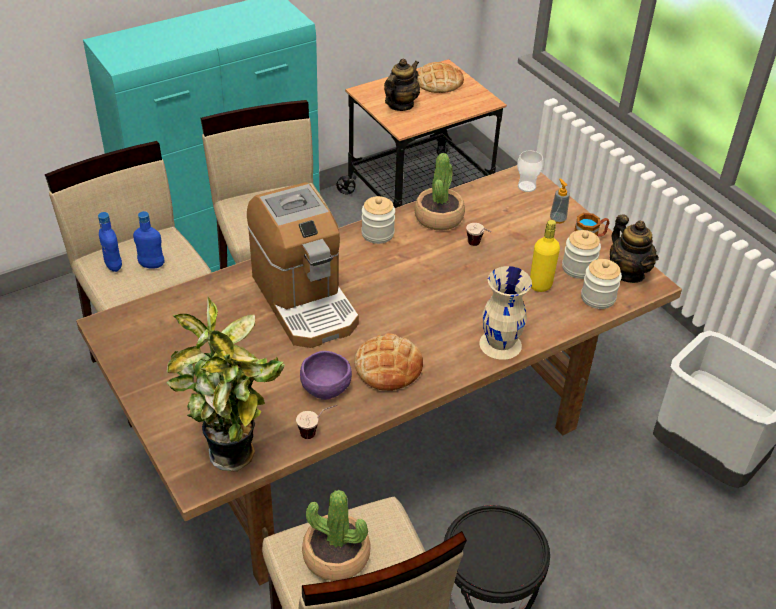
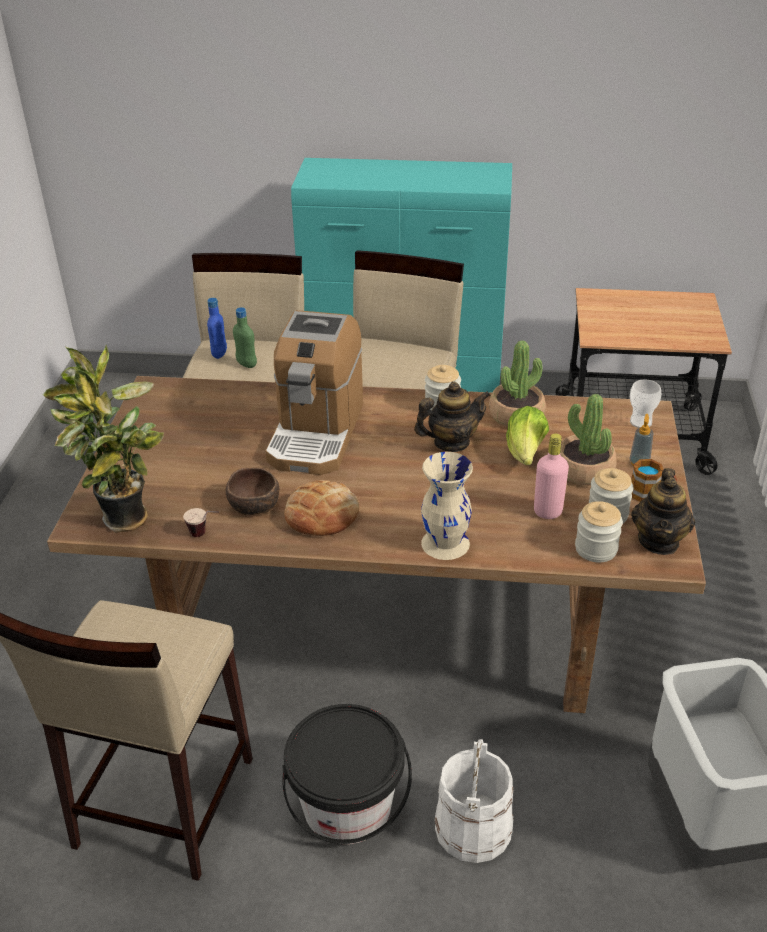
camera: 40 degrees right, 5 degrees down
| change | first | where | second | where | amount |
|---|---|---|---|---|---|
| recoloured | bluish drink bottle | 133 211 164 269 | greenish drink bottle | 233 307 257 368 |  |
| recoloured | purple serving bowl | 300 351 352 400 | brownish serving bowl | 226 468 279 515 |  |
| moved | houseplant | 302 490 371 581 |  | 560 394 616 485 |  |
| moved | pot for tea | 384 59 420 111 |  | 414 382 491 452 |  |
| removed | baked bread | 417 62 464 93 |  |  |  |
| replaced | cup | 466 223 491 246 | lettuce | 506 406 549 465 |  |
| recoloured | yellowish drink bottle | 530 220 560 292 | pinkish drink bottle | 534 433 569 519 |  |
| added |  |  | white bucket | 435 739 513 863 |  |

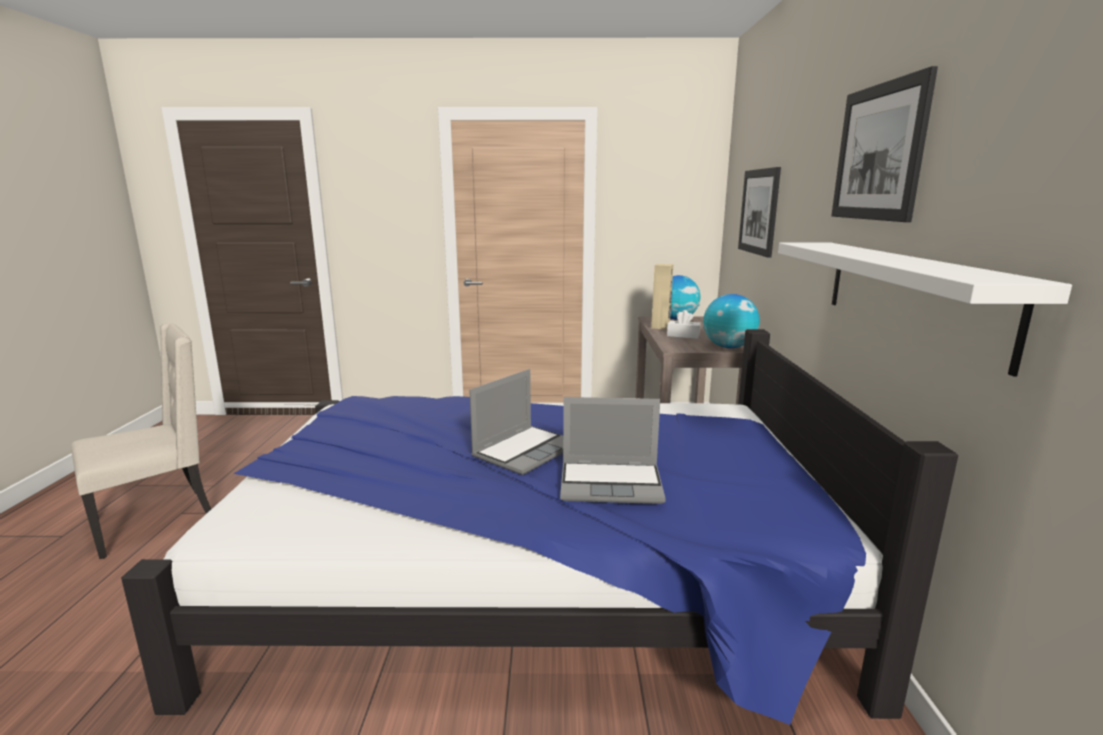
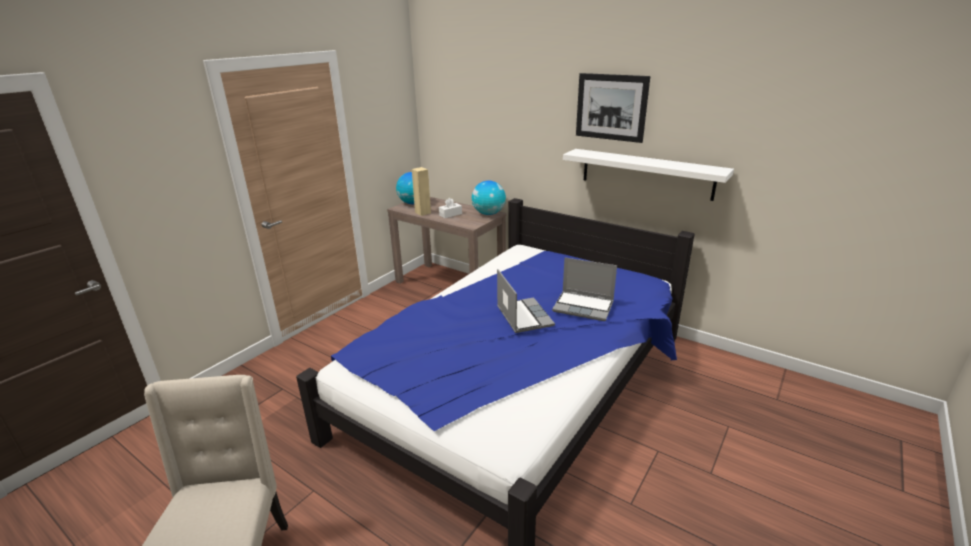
camera: 55 degrees left, 10 degrees up
| change | first | where | second | where | amount |
|---|---|---|---|---|---|
| turned | laptop | 560 397 666 504 |  | 552 258 617 321 | 75 degrees clockwise |
| removed | wall picture | 738 167 781 258 |  |  |  |

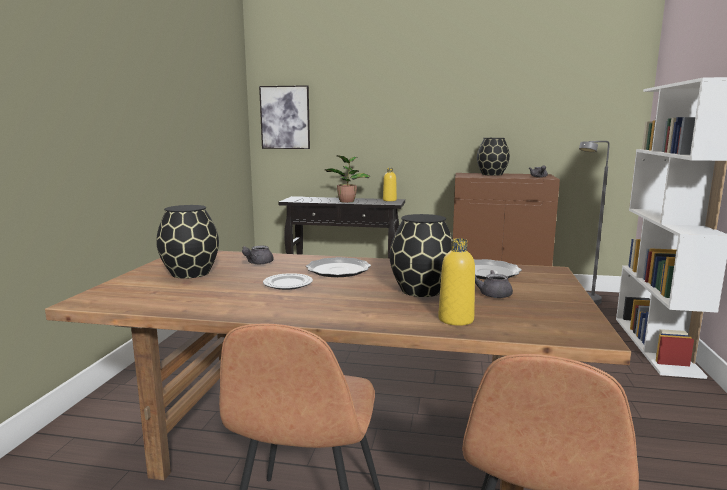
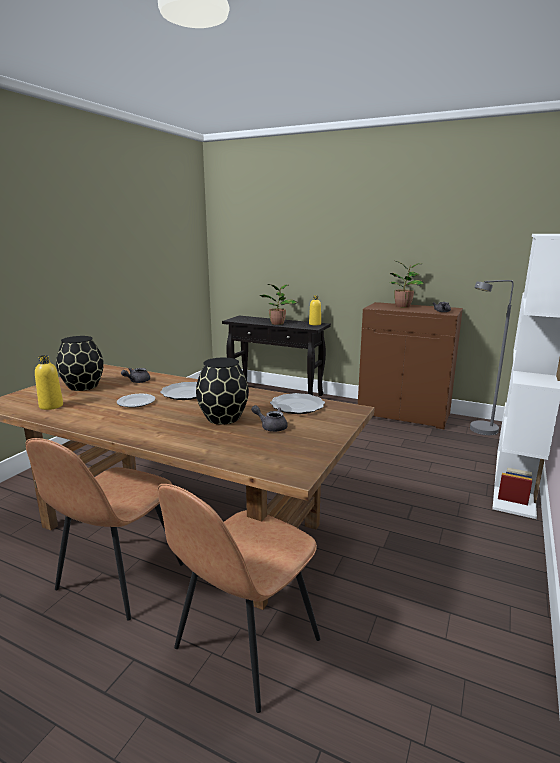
camera: 15 degrees right, 5 degrees up
| change | first | where | second | where | amount |
|---|---|---|---|---|---|
| removed | wall picture | 259 85 310 149 |  |  |  |
| moved | yellowish drink bottle | 438 238 475 326 |  | 35 355 63 410 |  |
| replaced | black flower vase | 477 138 510 176 | houseplant | 389 261 424 308 |  |

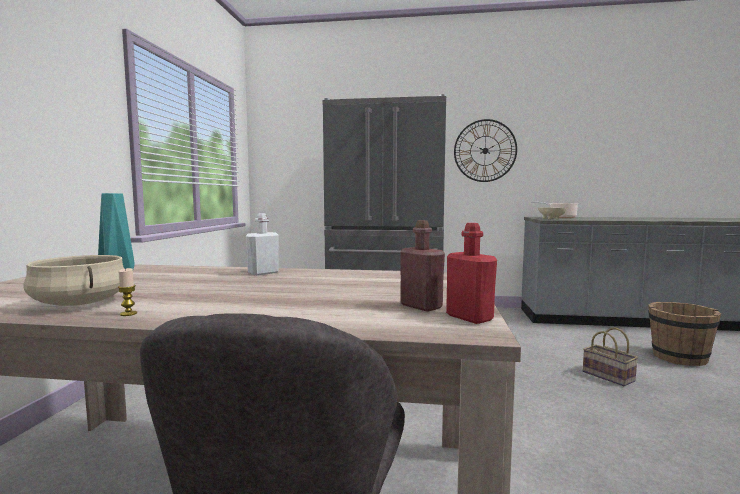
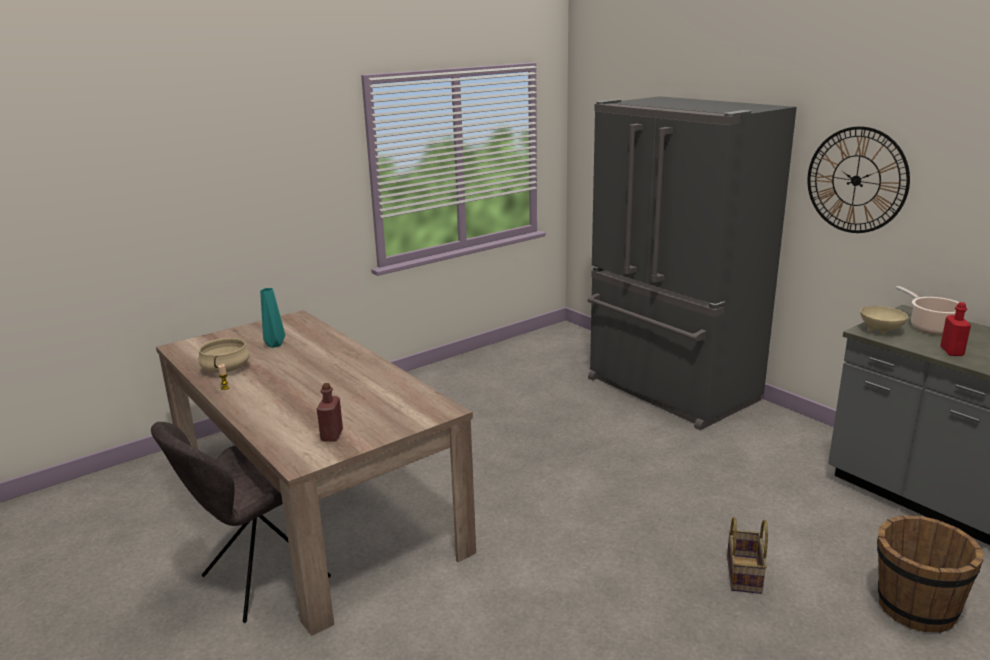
camera: 45 degrees right, 15 degrees up
| change | first | where | second | where | amount |
|---|---|---|---|---|---|
| removed | white drink bottle | 246 213 279 276 |  |  |  |
| moved | red-coloured drink bottle | 446 223 497 324 |  | 940 302 971 356 |  |

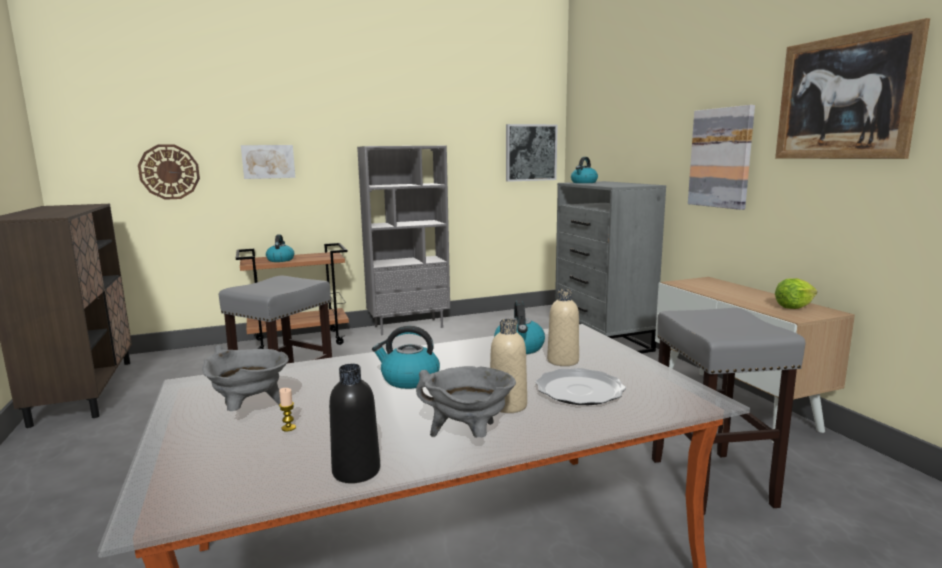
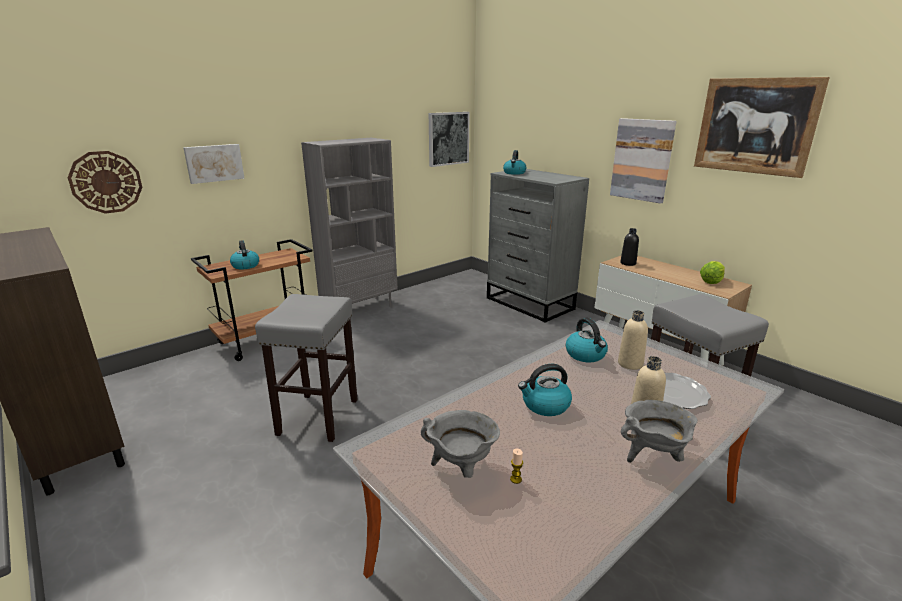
camera: 20 degrees left, 10 degrees up
| change | first | where | second | where | amount |
|---|---|---|---|---|---|
| moved | black drink bottle | 329 364 380 483 |  | 620 228 639 266 |  |

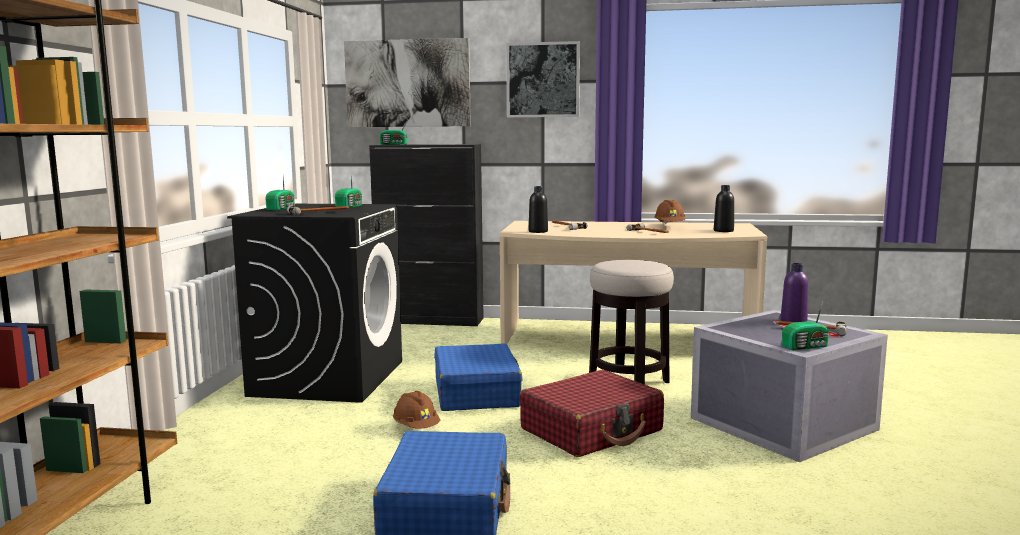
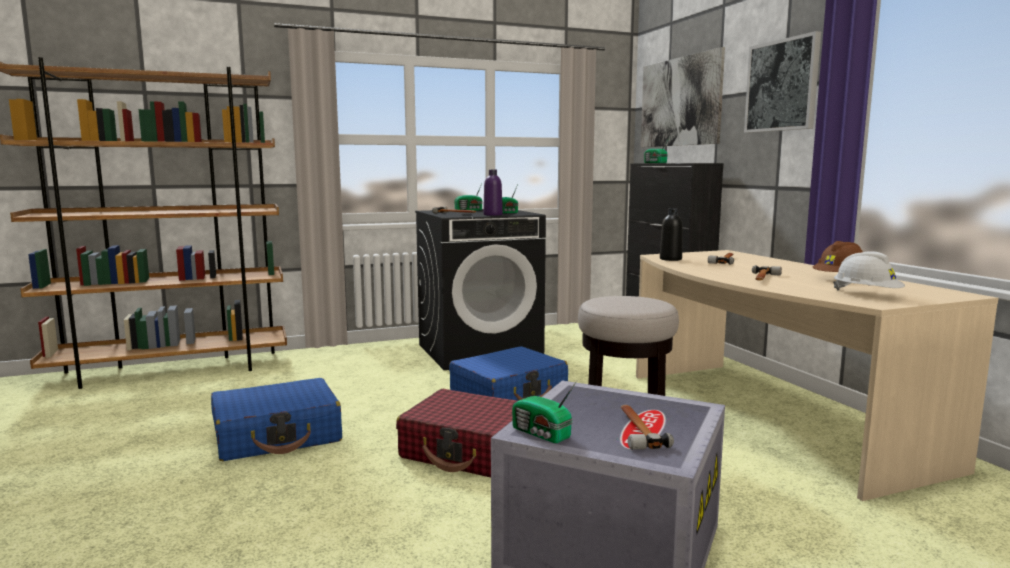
camera: 60 degrees right, 0 degrees up
| change | first | where | second | where | amount |
|---|---|---|---|---|---|
| removed | brownish hard hat | 393 391 440 429 |  |  |  |
| replaced | black drink bottle | 714 185 734 232 | white hard hat | 833 251 905 290 |  |
| moved | purple drink bottle | 781 263 808 322 |  | 483 170 503 216 |  |

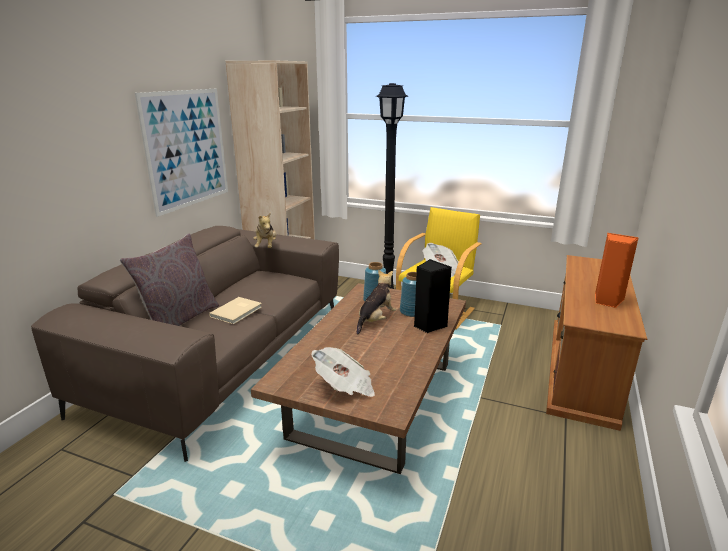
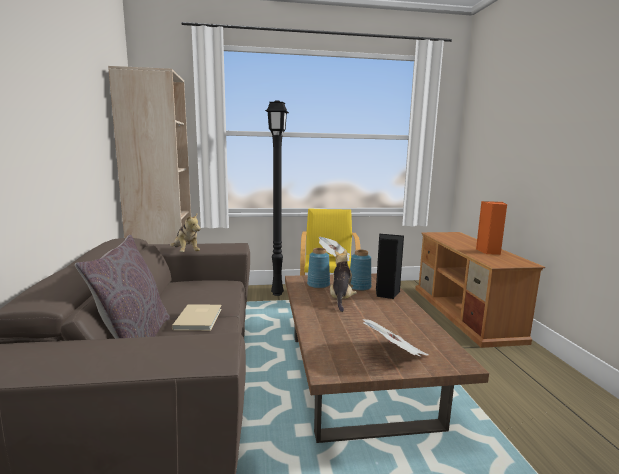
camera: 30 degrees left, 10 degrees down
| change | first | where | second | where | amount |
|---|---|---|---|---|---|
| removed | wall picture | 135 89 228 217 |  |  |  |

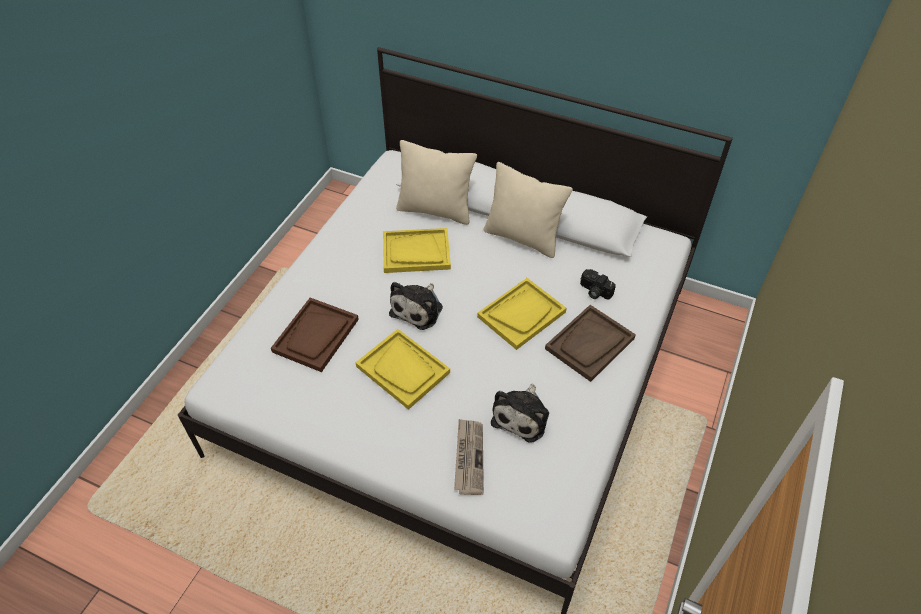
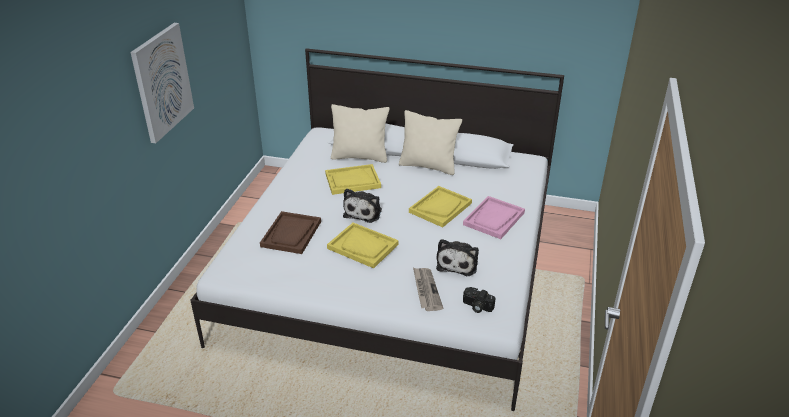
camera: 10 degrees left, 15 degrees down
| change | first | where | second | where | amount |
|---|---|---|---|---|---|
| recoloured | brownish tray | 545 305 636 382 | pinkish tray | 463 196 525 239 |  |
| moved | photo camera | 580 269 616 300 |  | 463 287 496 313 |  |
| added |  |  | wall picture | 130 23 194 143 |  |

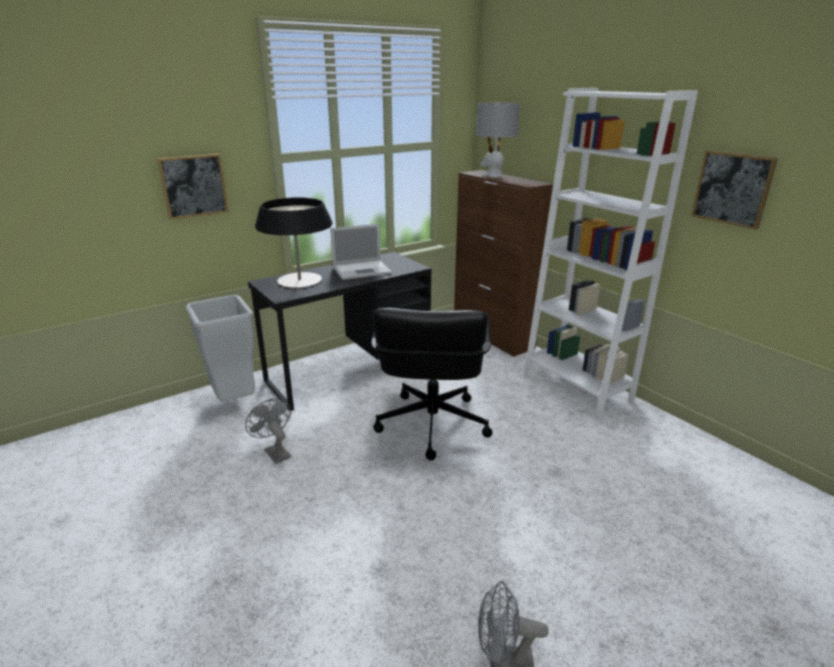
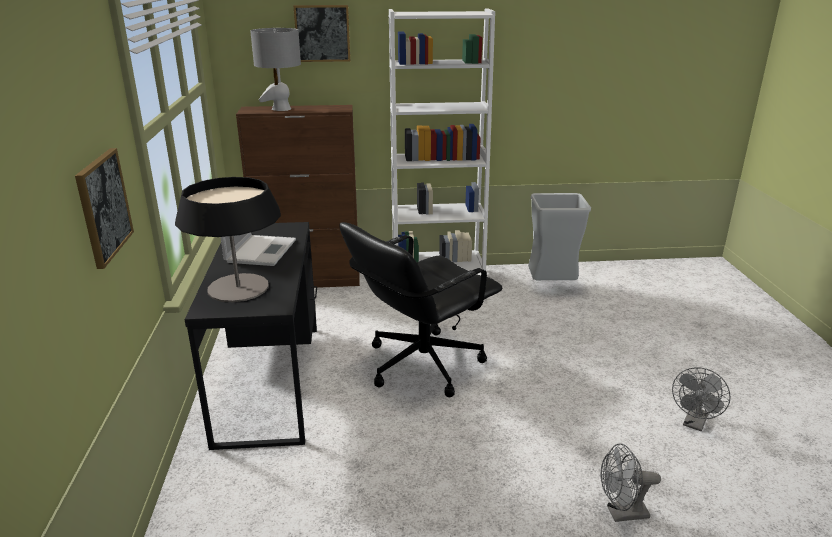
camera: 60 degrees left, 0 degrees up
| change | first | where | second | where | amount |
|---|---|---|---|---|---|
| moved | greyish rubbish bin | 186 295 255 402 |  | 528 193 591 280 |  |
| moved | greyish electric fan | 245 398 291 464 |  | 601 443 661 522 |  |
| turned | black computer chair | 371 308 493 460 |  | 339 222 502 397 | 105 degrees clockwise |
| moved | wall picture | 691 150 778 230 |  | 293 5 350 62 |  |

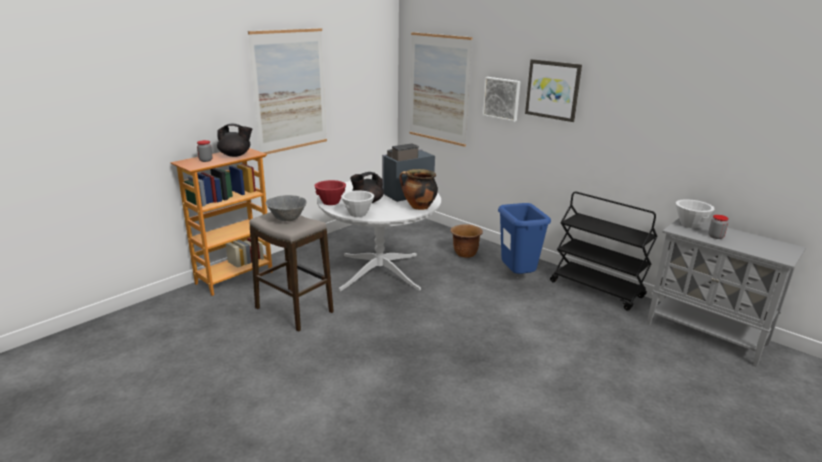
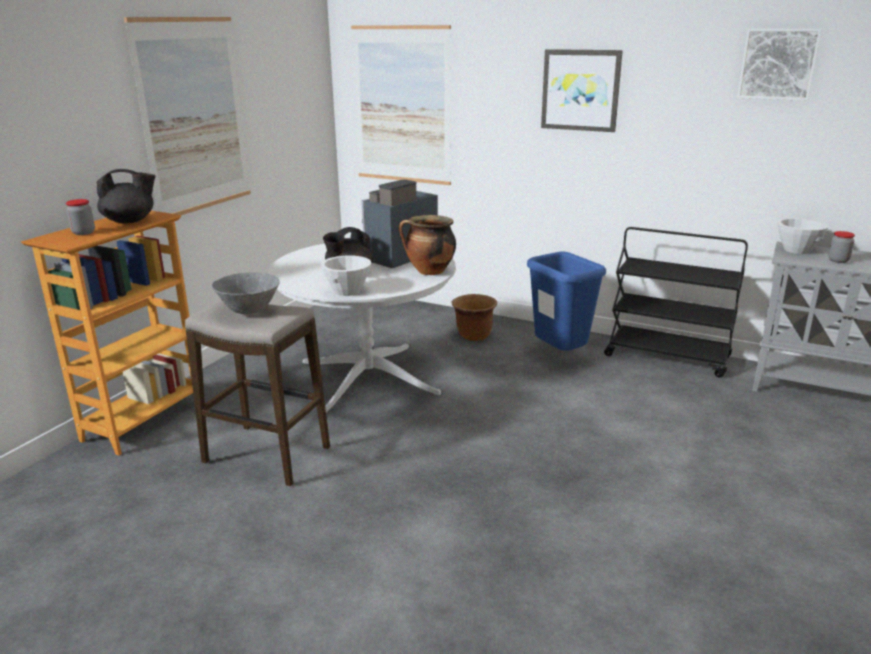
camera: 15 degrees left, 0 degrees up
| change | first | where | second | where | amount |
|---|---|---|---|---|---|
| removed | red-coloured serving bowl | 315 180 346 205 |  |  |  |
| moved | wall picture | 482 77 521 122 |  | 737 29 822 101 |  |

